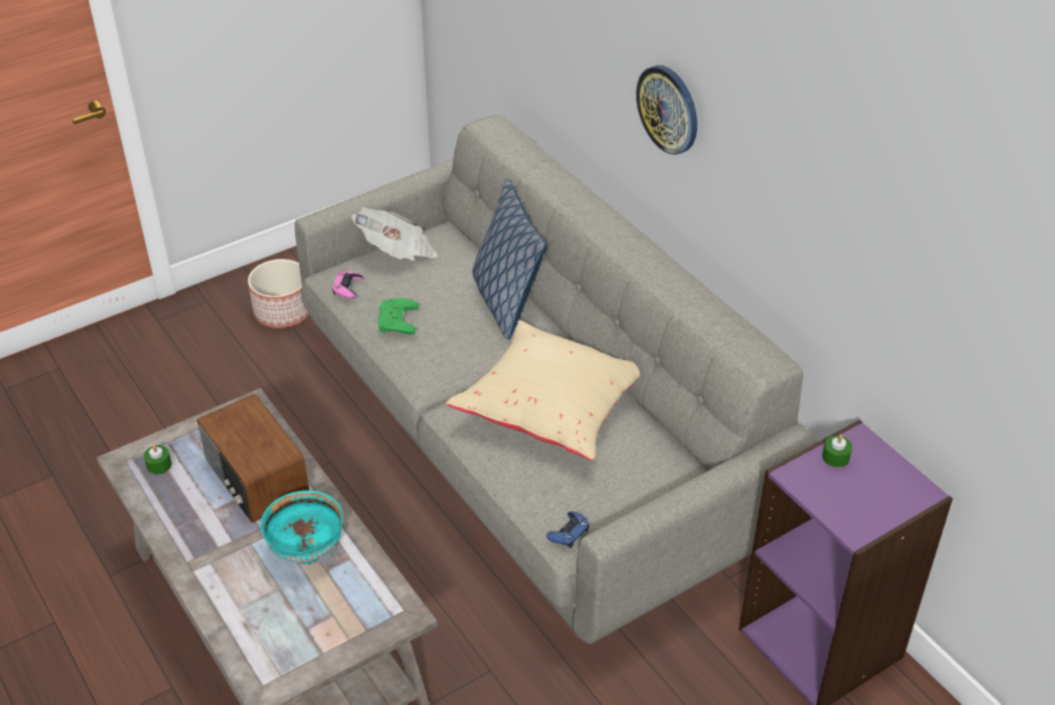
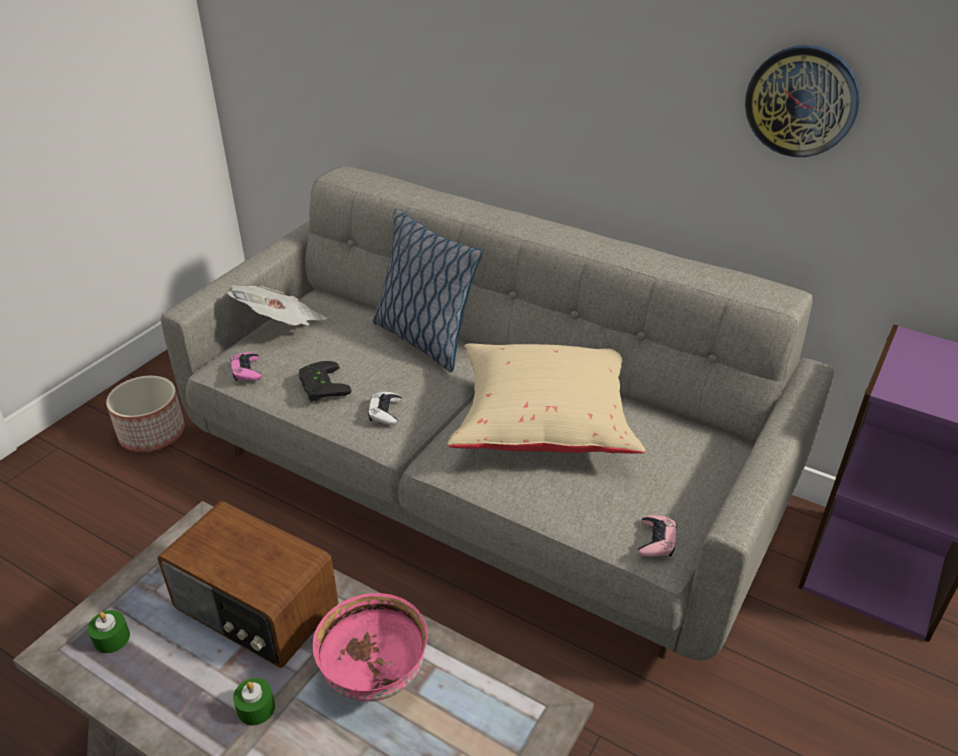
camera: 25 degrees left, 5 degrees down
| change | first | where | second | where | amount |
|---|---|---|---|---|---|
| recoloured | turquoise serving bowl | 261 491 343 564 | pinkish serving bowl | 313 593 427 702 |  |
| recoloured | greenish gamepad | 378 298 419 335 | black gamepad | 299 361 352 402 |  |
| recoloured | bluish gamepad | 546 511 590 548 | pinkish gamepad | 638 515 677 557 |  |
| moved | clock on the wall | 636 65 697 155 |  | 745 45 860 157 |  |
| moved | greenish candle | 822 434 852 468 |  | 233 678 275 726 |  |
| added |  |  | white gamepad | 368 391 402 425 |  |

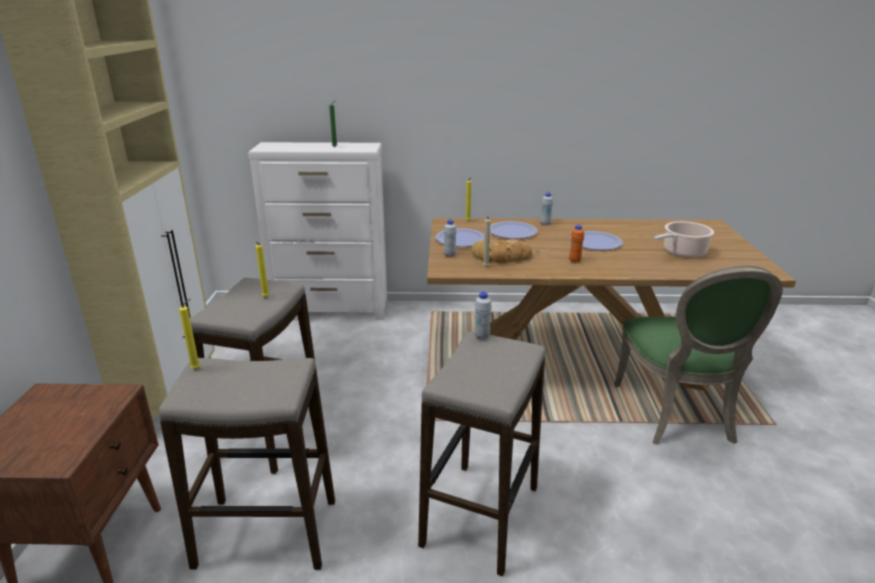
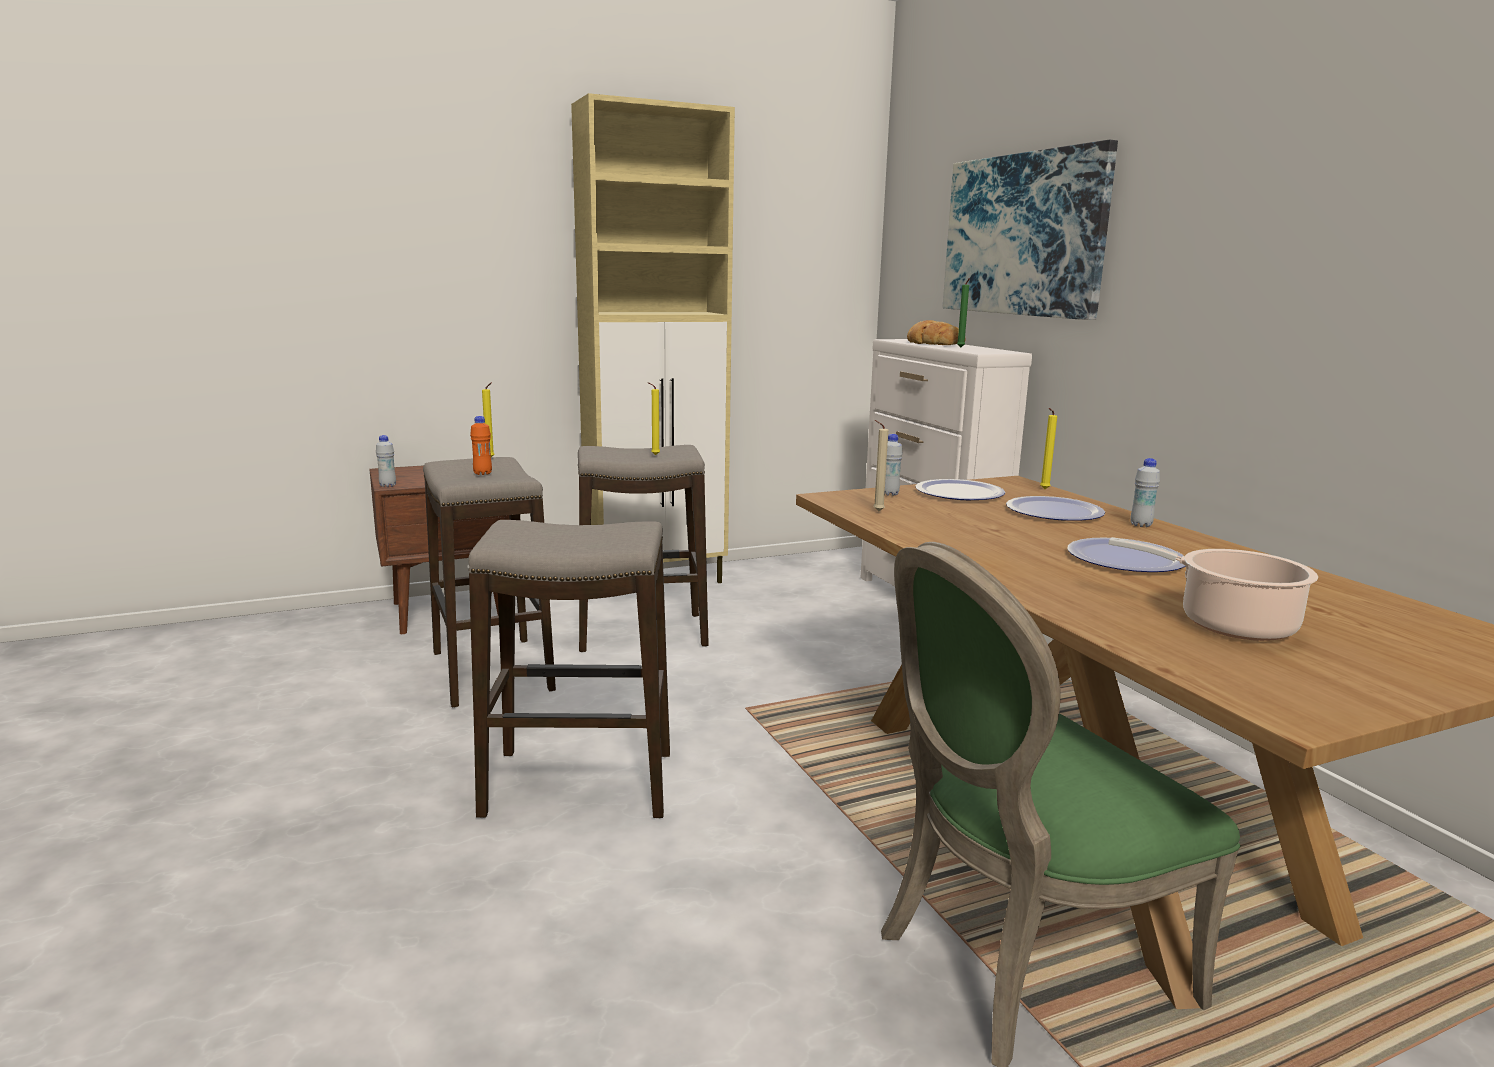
camera: 65 degrees right, 10 degrees down
| change | first | where | second | where | amount |
|---|---|---|---|---|---|
| moved | baked bread | 472 240 532 263 |  | 907 320 966 345 |  |
| moved | white drink bottle | 474 291 492 340 |  | 376 435 396 487 |  |
| moved | orange drink bottle | 569 224 584 263 |  | 470 416 492 475 |  |
| added |  |  | wall picture | 943 140 1118 320 |  |

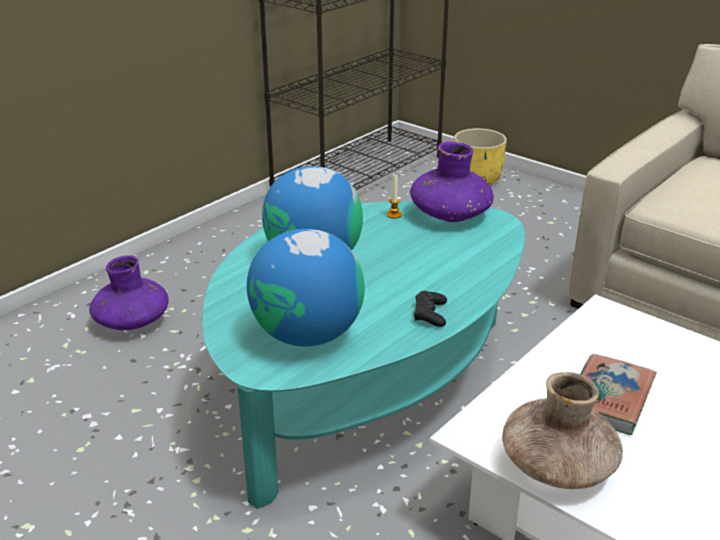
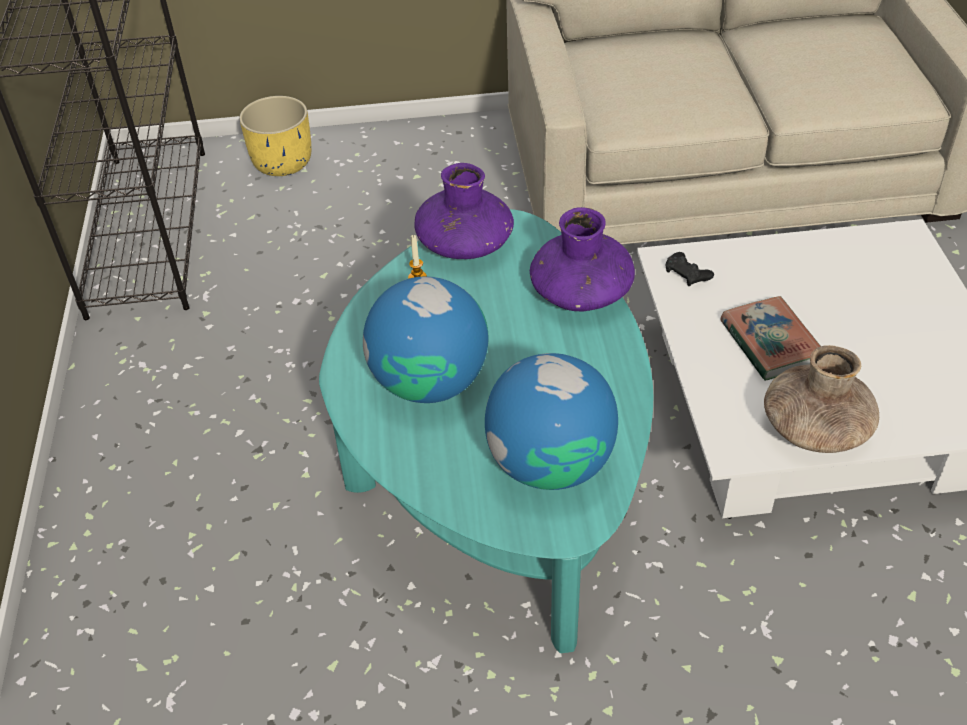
camera: 45 degrees left, 15 degrees up
| change | first | where | second | where | amount |
|---|---|---|---|---|---|
| moved | purple flower vase | 89 255 169 330 |  | 530 207 635 311 |  |
| moved | black gamepad | 414 291 447 327 |  | 665 252 714 286 |  |

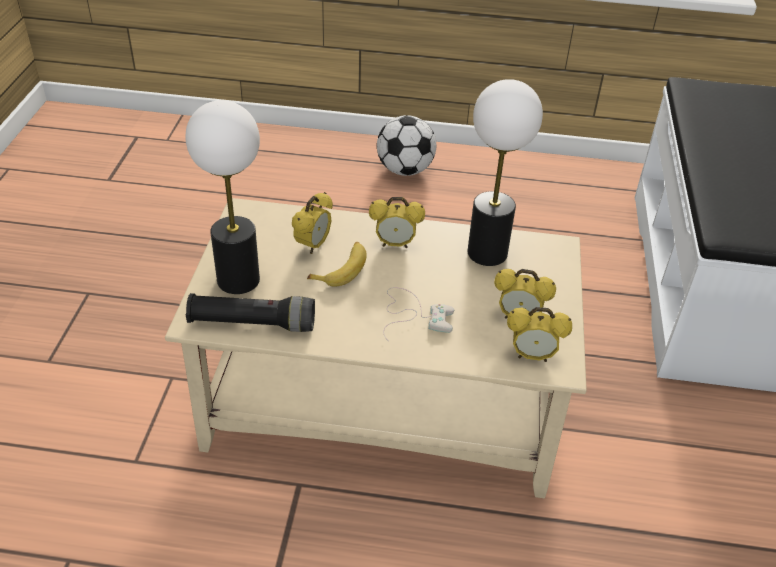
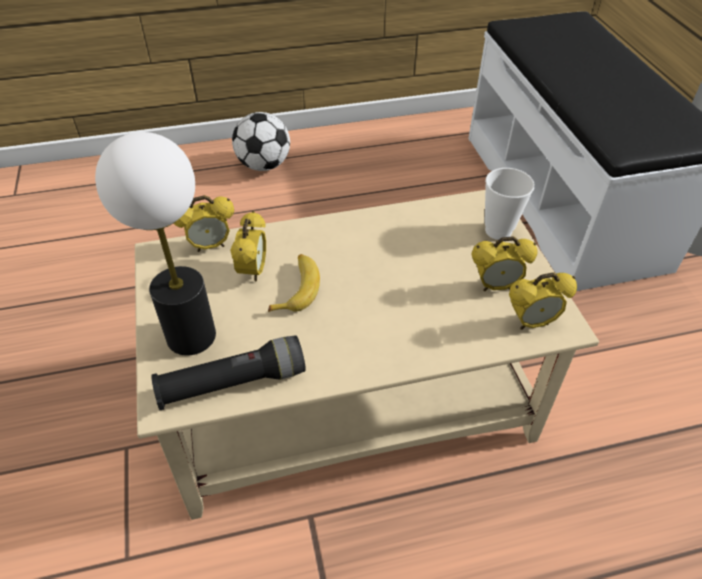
camera: 20 degrees left, 5 degrees up
| change | first | where | second | where | amount |
|---|---|---|---|---|---|
| moved | bedside clock | 369 197 425 248 |  | 174 195 234 252 |  |
| removed | white gamepad | 383 288 454 341 |  |  |  |
| removed | table lamp | 467 79 543 266 |  |  |  |
| added |  |  | cup | 485 168 535 240 |  |

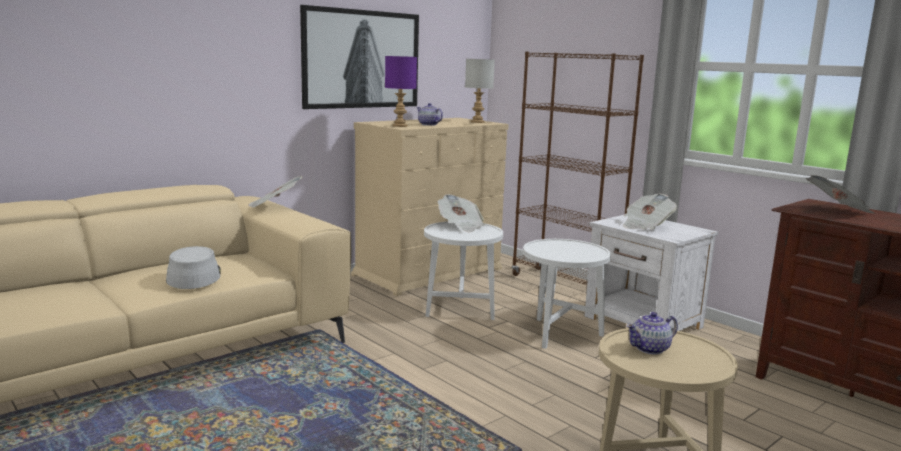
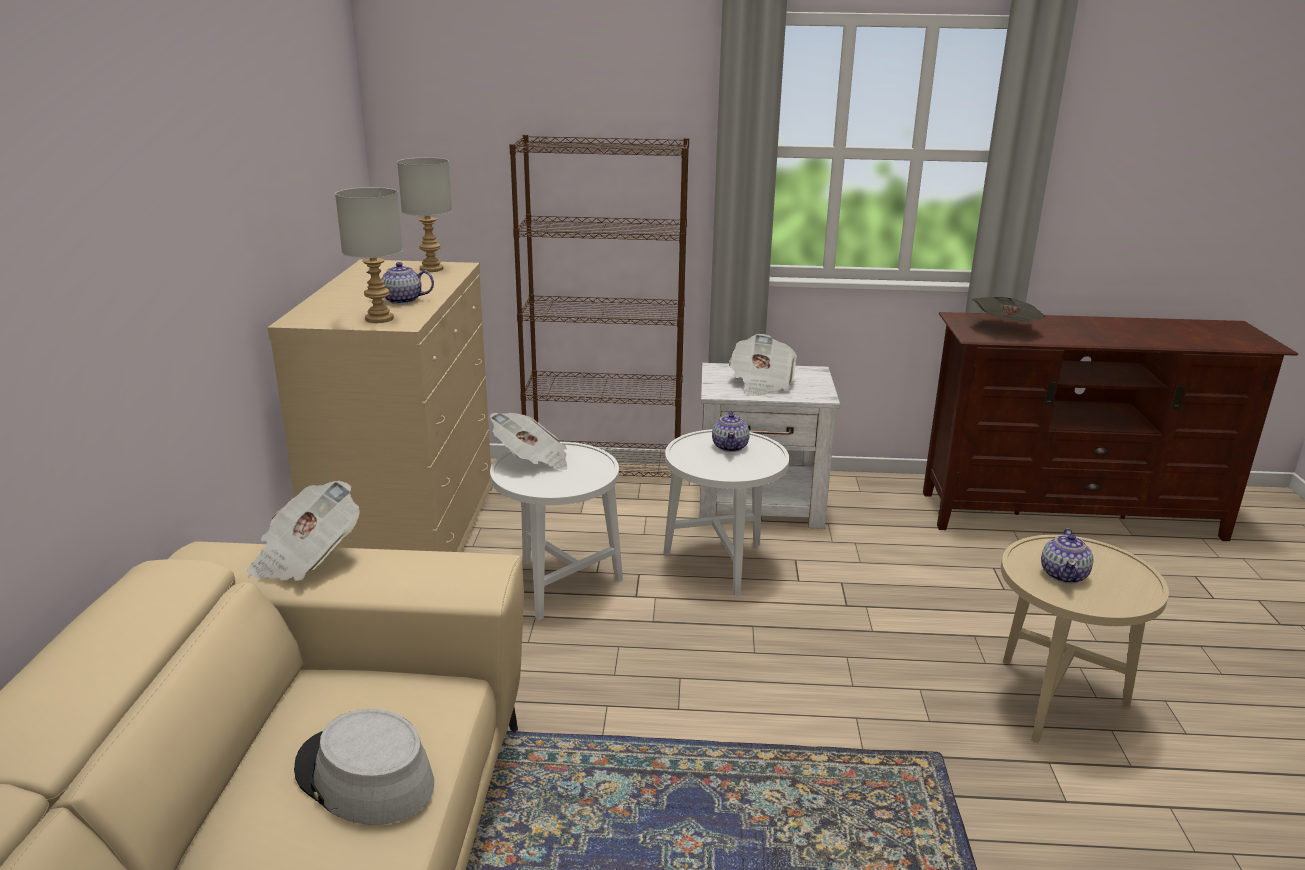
camera: 45 degrees left, 10 degrees up
| change | first | where | second | where | amount |
|---|---|---|---|---|---|
| removed | wall picture | 300 5 419 109 |  |  |  |
| recoloured | purple table lamp | 385 56 417 127 | greyish table lamp | 335 187 403 323 |  |
| added |  |  | pot for tea | 712 411 750 452 |  |

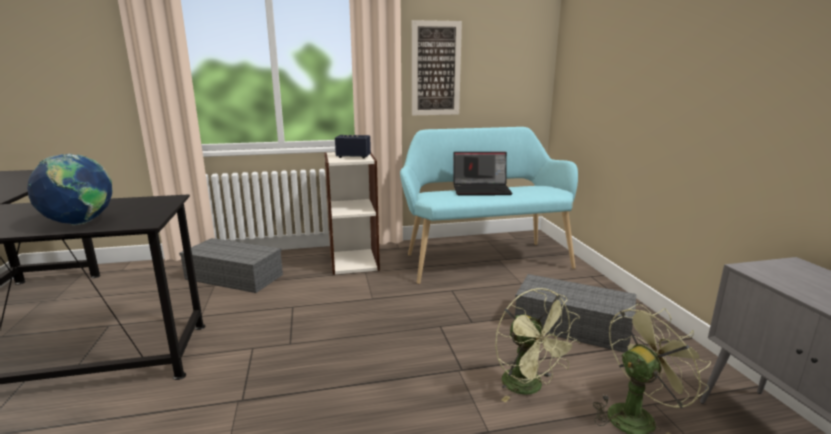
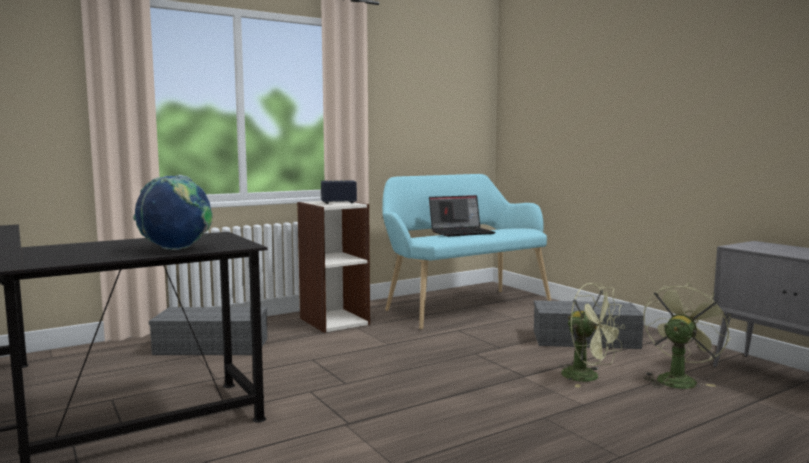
camera: 20 degrees left, 10 degrees down
| change | first | where | second | where | amount |
|---|---|---|---|---|---|
| removed | wall picture | 412 20 462 116 |  |  |  |

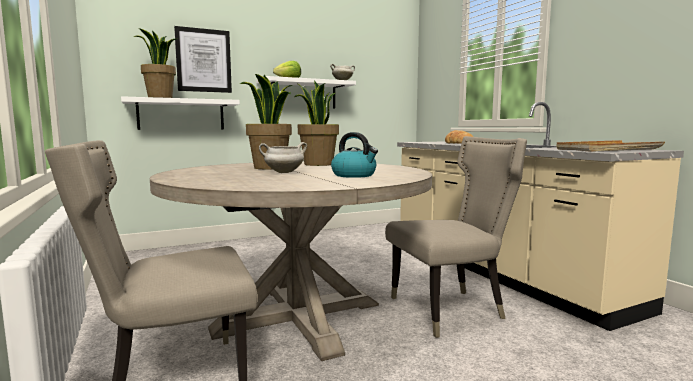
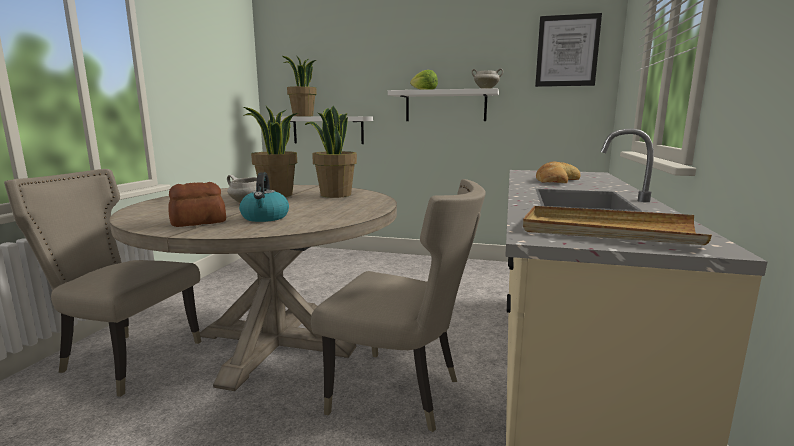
camera: 40 degrees right, 5 degrees up
| change | first | where | second | where | amount |
|---|---|---|---|---|---|
| moved | wall picture | 174 26 232 93 |  | 535 13 602 87 |  |
| added |  |  | baked bread | 168 182 226 227 |  |

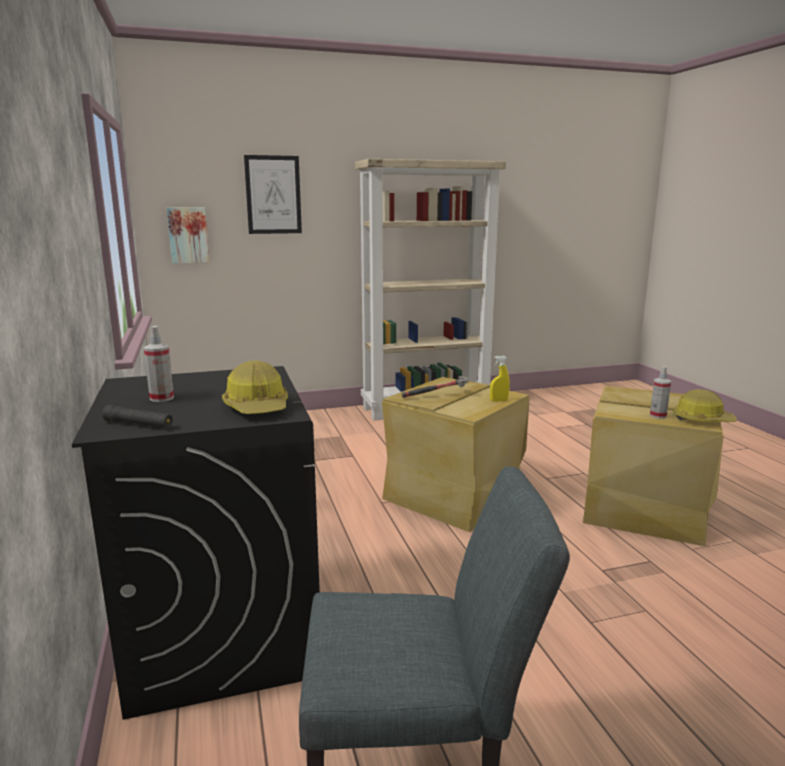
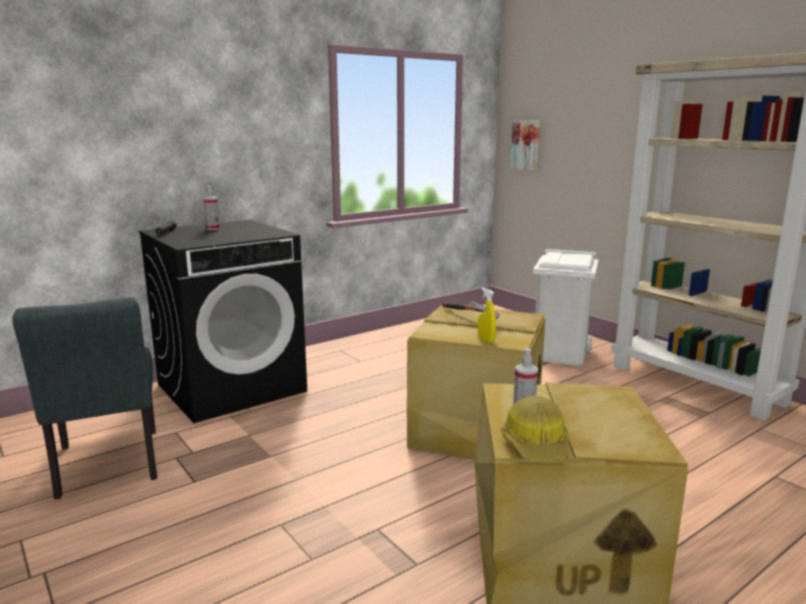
camera: 70 degrees right, 0 degrees up
| change | first | where | second | where | amount |
|---|---|---|---|---|---|
| removed | hard hat | 222 360 288 414 |  |  |  |
| removed | wall picture | 244 155 302 234 |  |  |  |
| added |  |  | white rubbish bin | 533 249 599 366 |  |

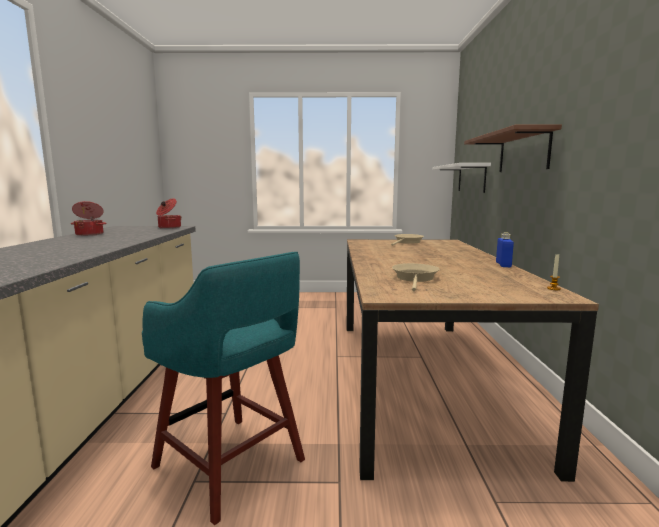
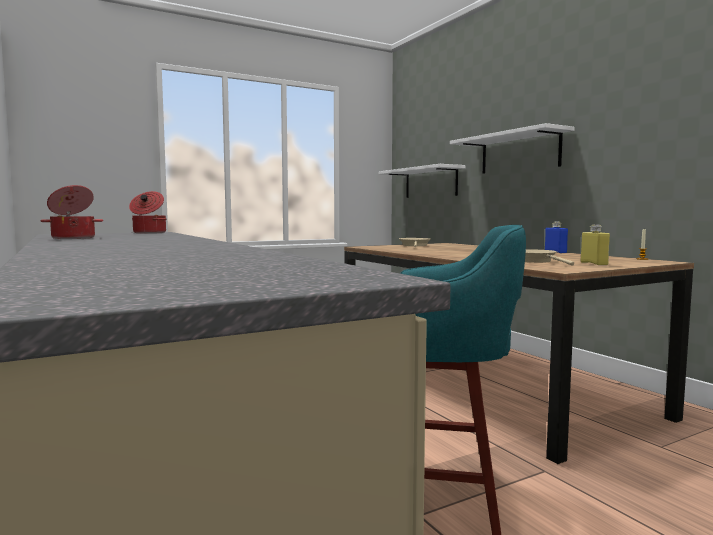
camera: 30 degrees left, 5 degrees down
| change | first | where | second | where | amount |
|---|---|---|---|---|---|
| recoloured | brownish wall shelf | 464 124 562 172 | white wall shelf | 450 123 575 174 |  |
| added |  |  | yellowish drink bottle | 581 224 610 265 |  |

